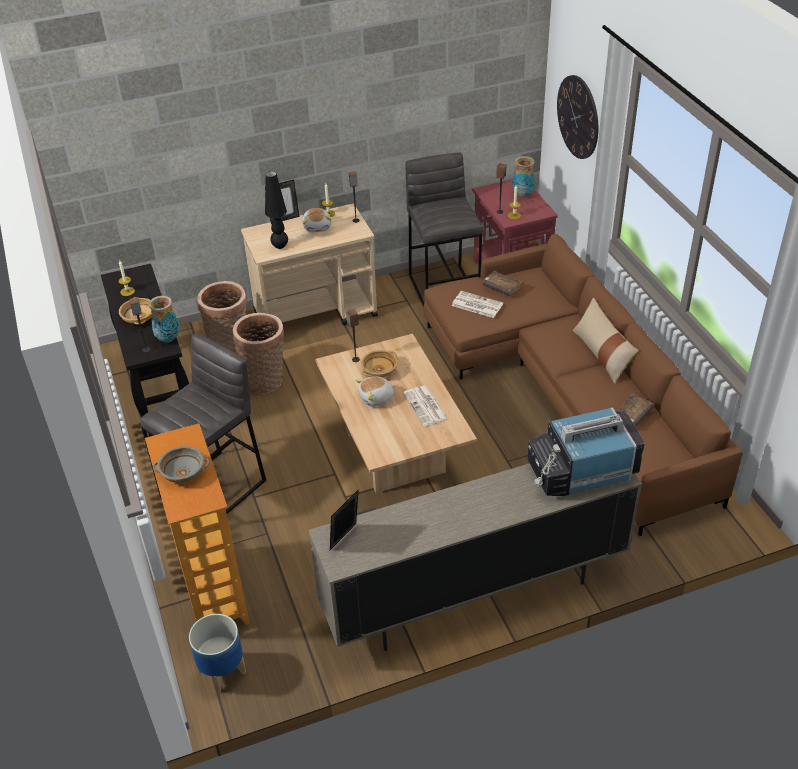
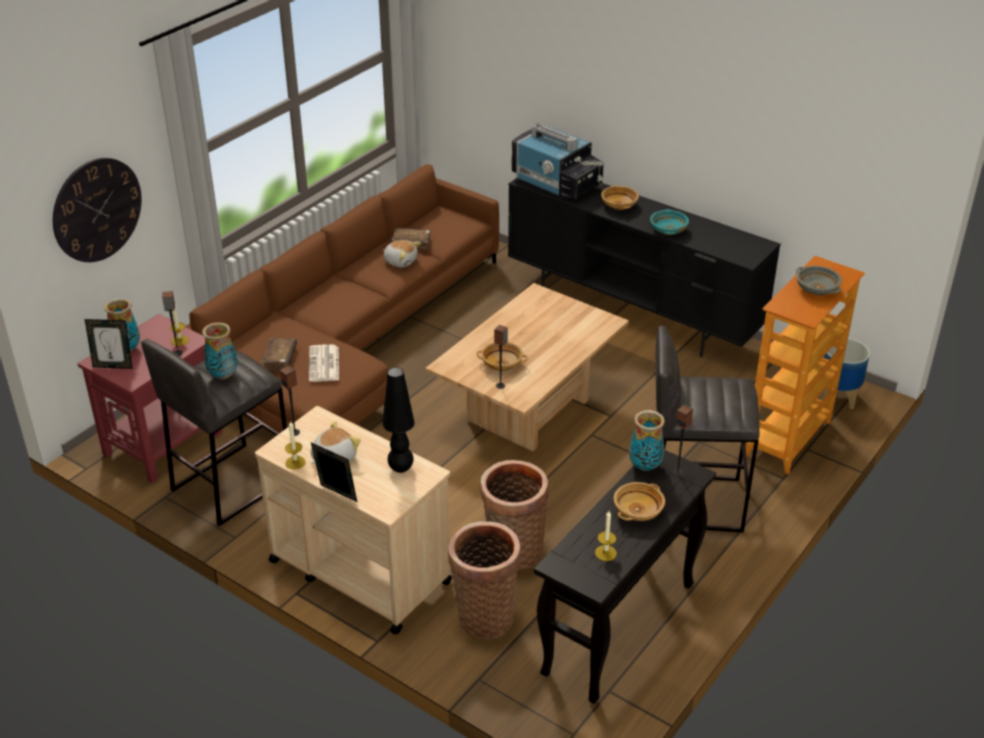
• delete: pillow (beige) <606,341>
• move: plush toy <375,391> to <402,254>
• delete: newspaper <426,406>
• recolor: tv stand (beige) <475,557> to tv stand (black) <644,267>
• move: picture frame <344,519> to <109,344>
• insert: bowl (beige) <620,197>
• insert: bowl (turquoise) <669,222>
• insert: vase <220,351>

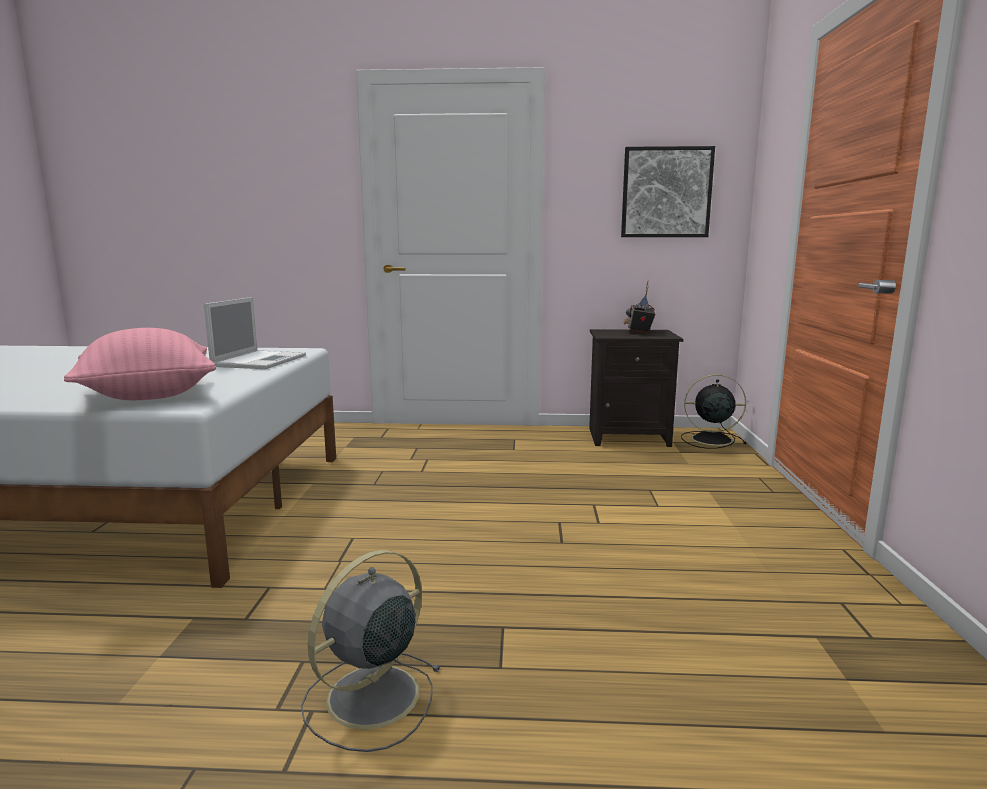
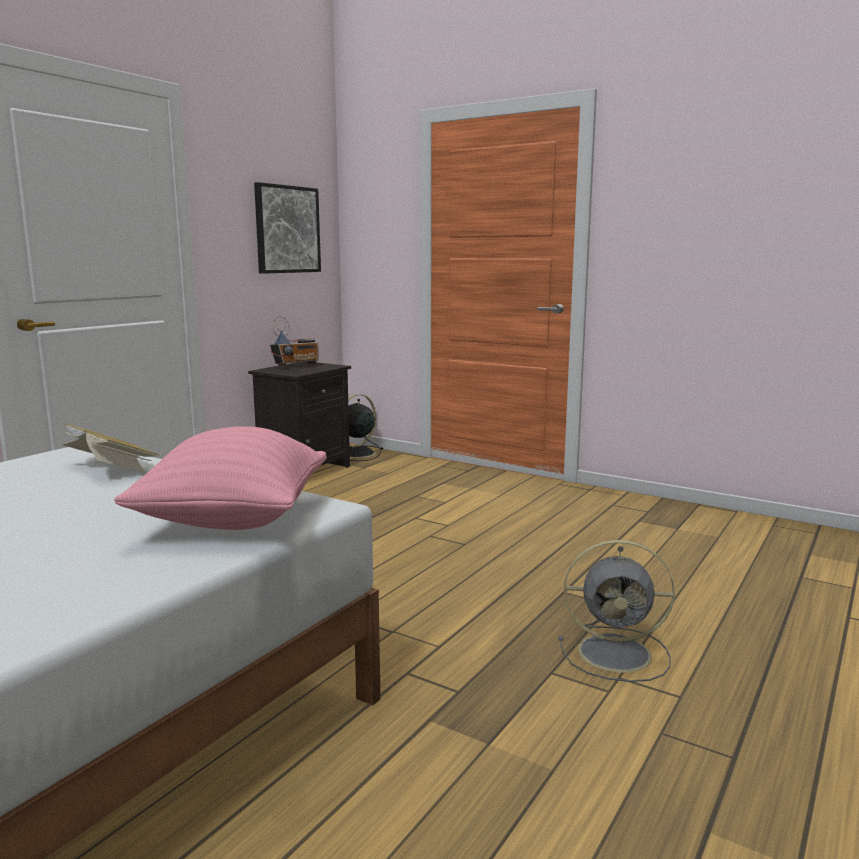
• rotate: radio <640,307> = <294,341> 75 degrees counterclockwise
• replace: laptop <255,333> to book <111,448>
• rotate: fan (grey) <371,651> = <616,611> 60 degrees counterclockwise

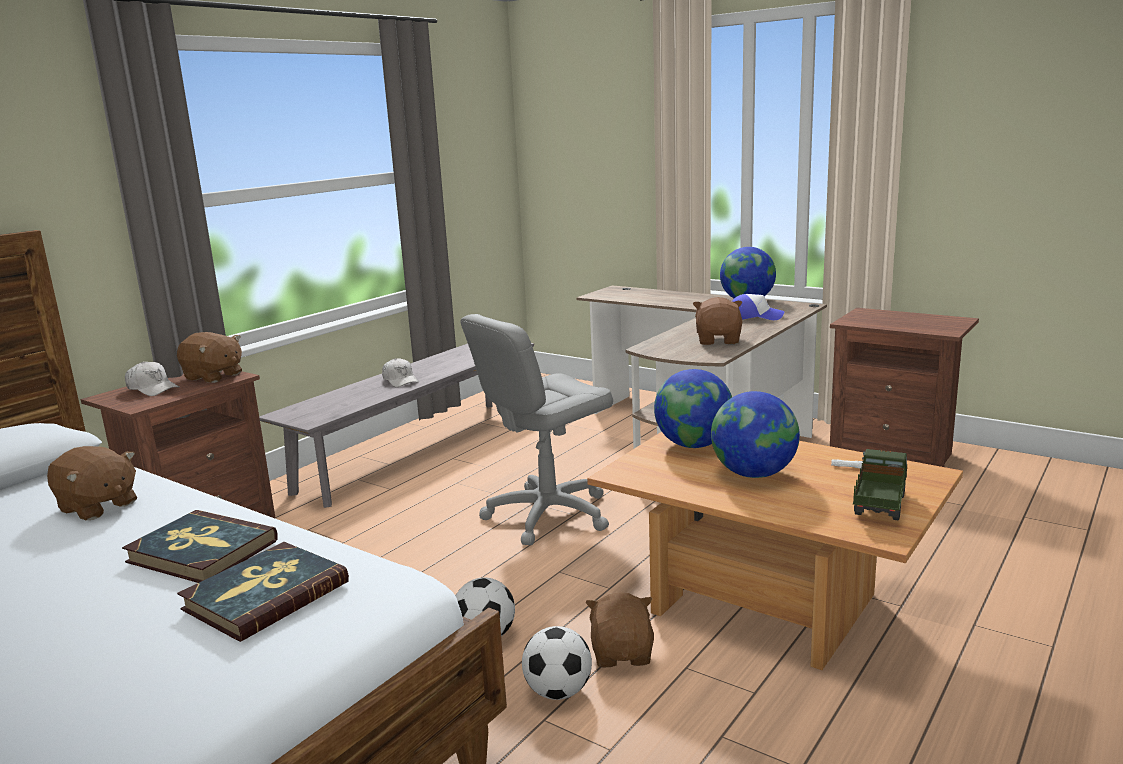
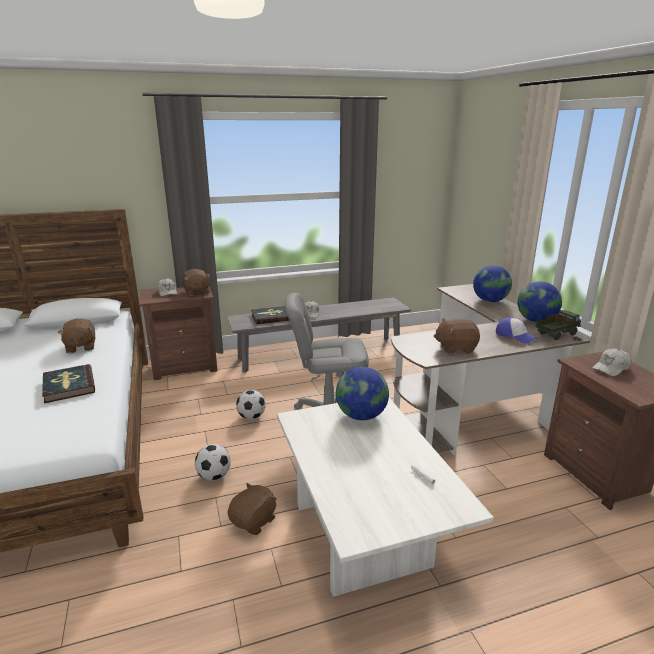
• rotate: plush toy (brown) <717,321> = <457,335> 135 degrees counterclockwise
• move: globe <755,434> to <492,283>
• recolor: coffee table (brown) <775,551> to coffee table (white) <385,497>
• move: toy truck <880,484> to <558,325>
• move: book <263,592> to <270,315>
• move: football <557,663> to <251,404>
• insert: cap (white) <611,362>

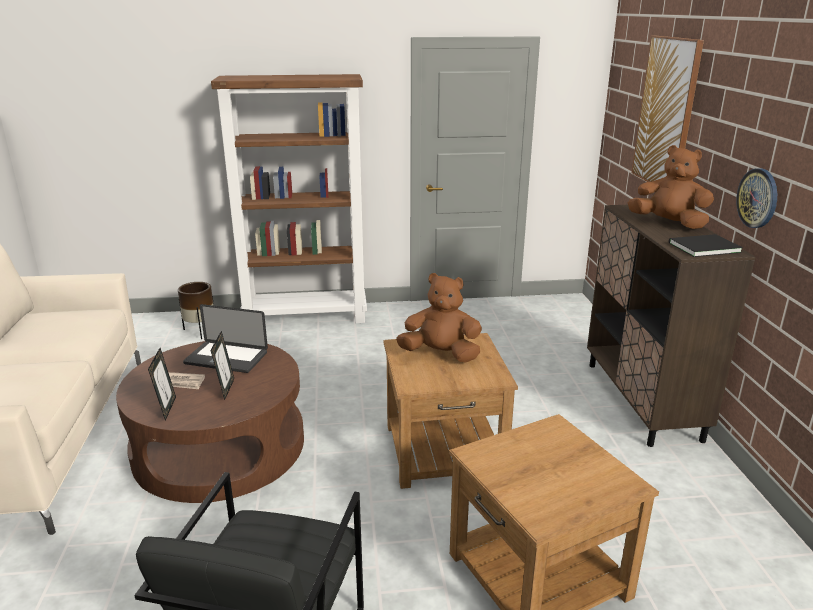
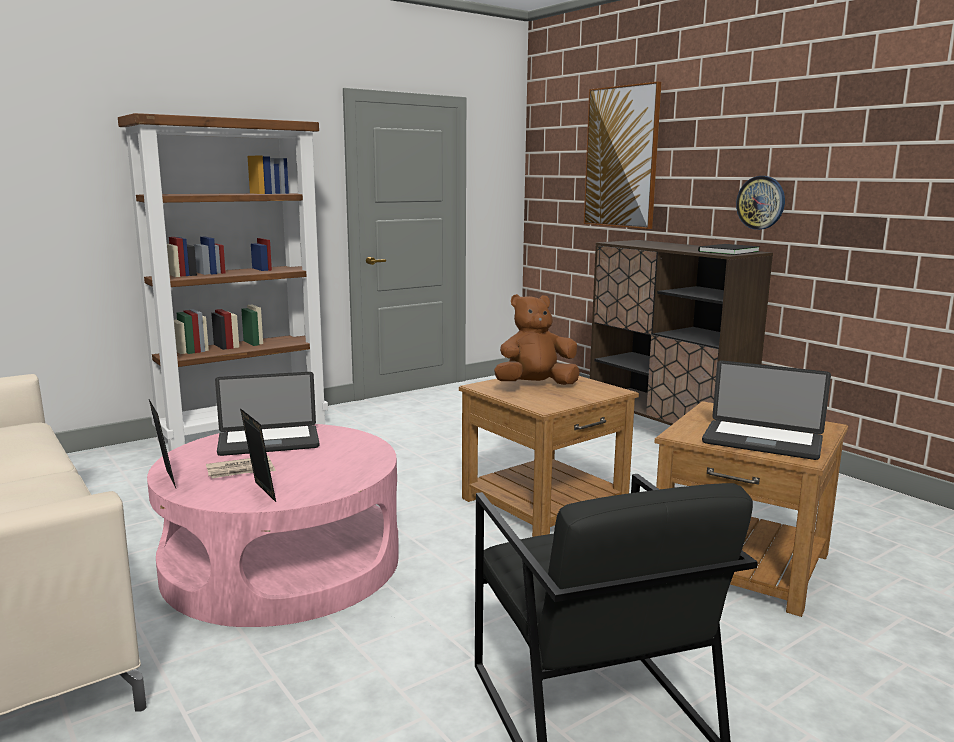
• delete: plush toy (brown) <671,187>
• delete: planter (brown) <196,310>
• move: picture frame <222,365> to <162,444>
• recolor: coffee table (brown) <210,422> to coffee table (pink) <273,525>
• insert: laptop <766,410>

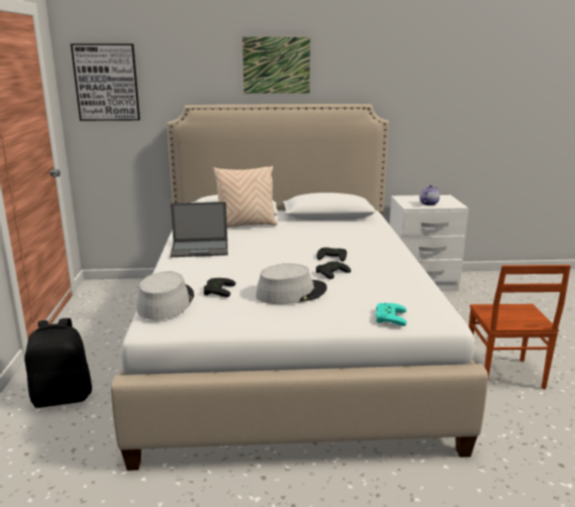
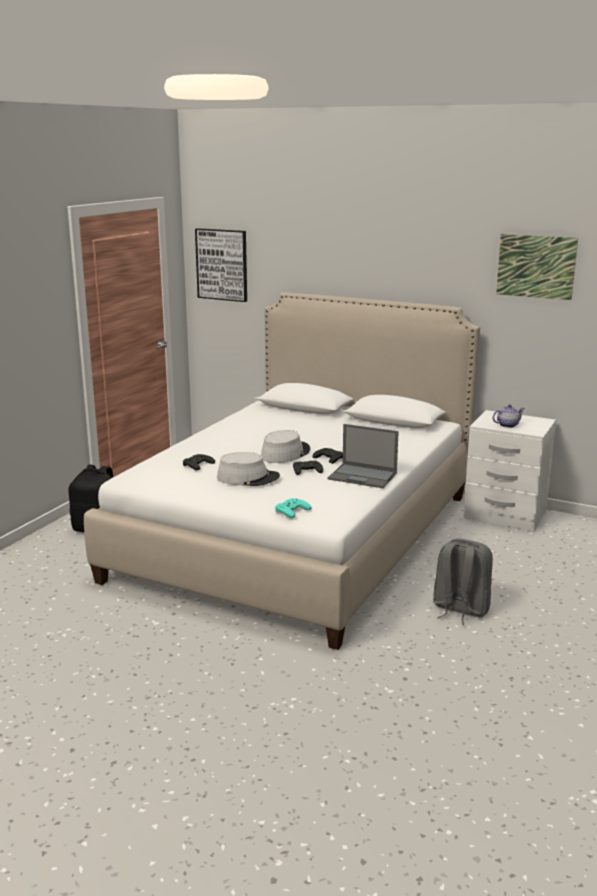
• move: picture <276,65> to <537,267>
• delete: pillow (beige) <245,197>
• move: laptop <199,229> to <363,456>
• replace: chair (brown) <520,327> to backpack (grey) <463,581>
• move: hat (grey) <165,295> to <285,446>

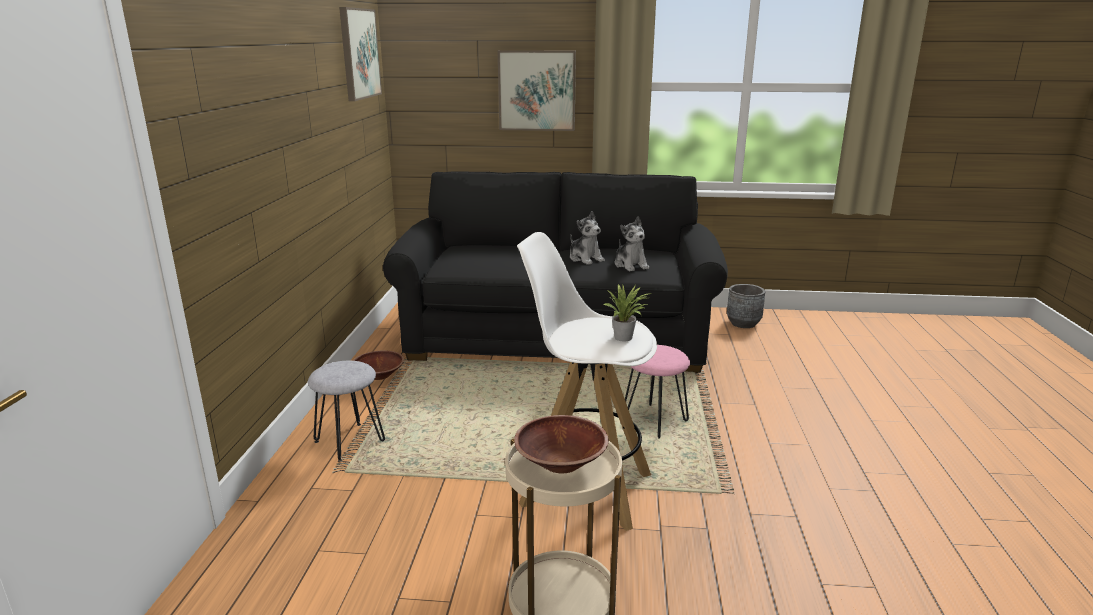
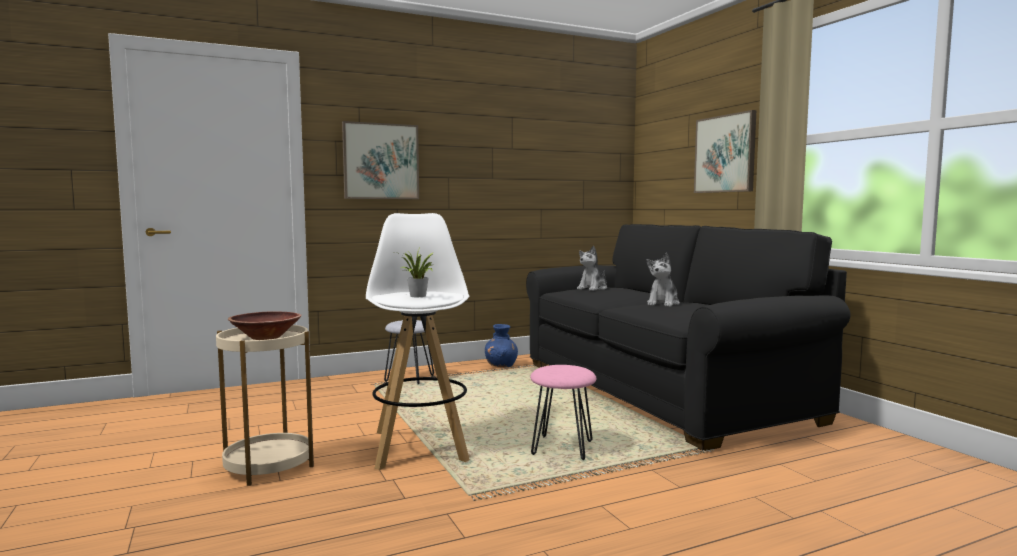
• move: picture <360,54> to <380,160>
• move: plush toy <632,244> to <592,268>
• delete: planter (grey) <746,306>
• replace: bowl (brown) <378,365> to vase (blue) <501,345>

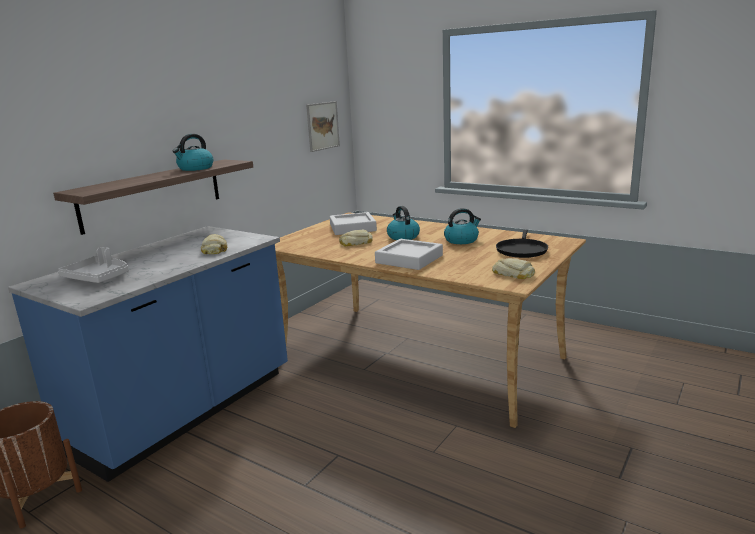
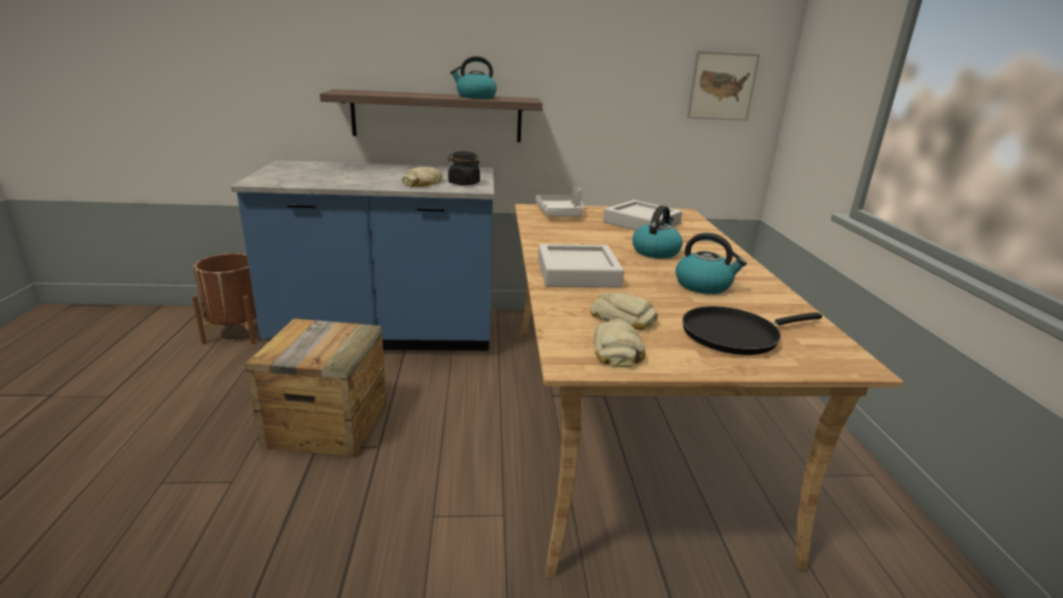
• move: bread <355,238> to <624,311>
• move: tray (grey) <93,265> to <559,202>
• insert: jar (black) <464,168>
• insert: crate <315,388>

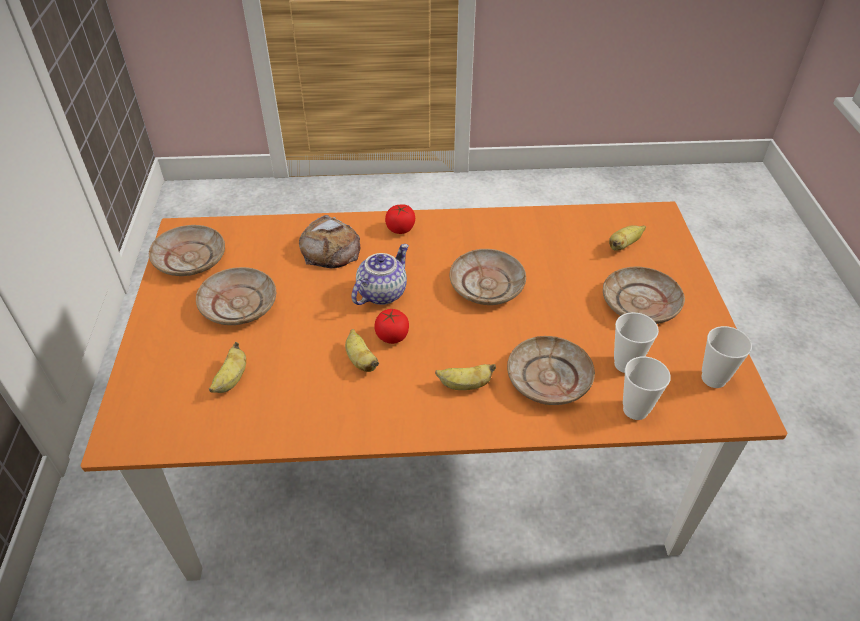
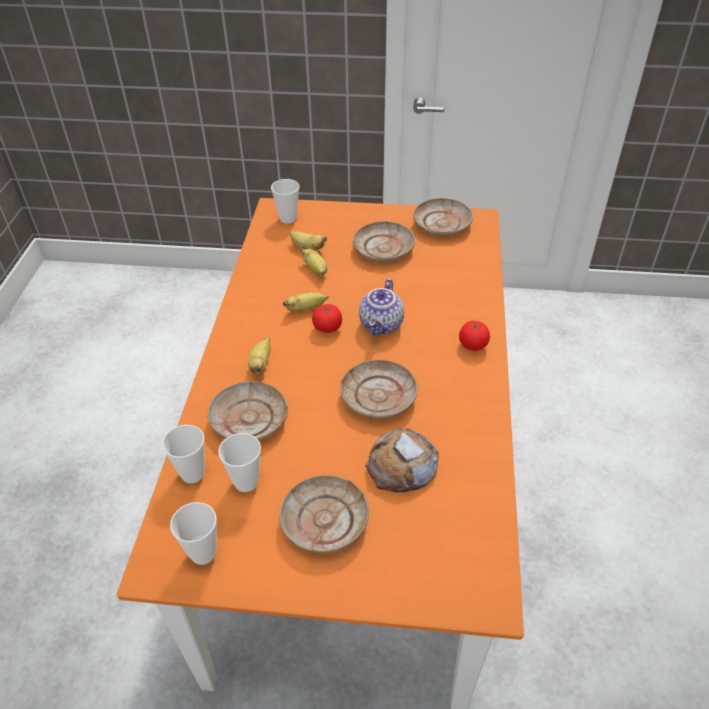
• move: bread <329,241> to <402,460>
• move: banana <627,238> to <313,261>
• rotate: teapot <380,274> = <381,307> 60 degrees clockwise
• insert: cup <285,201>

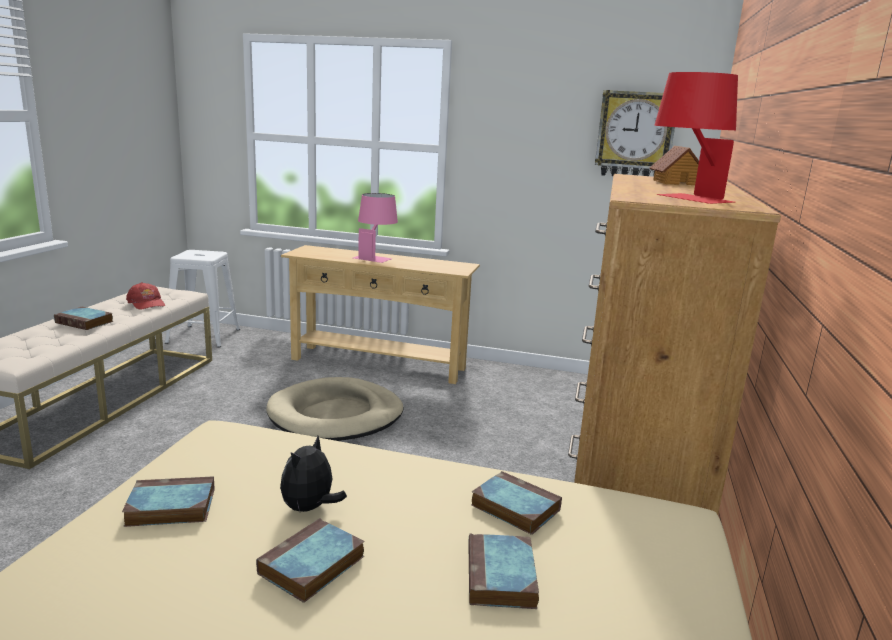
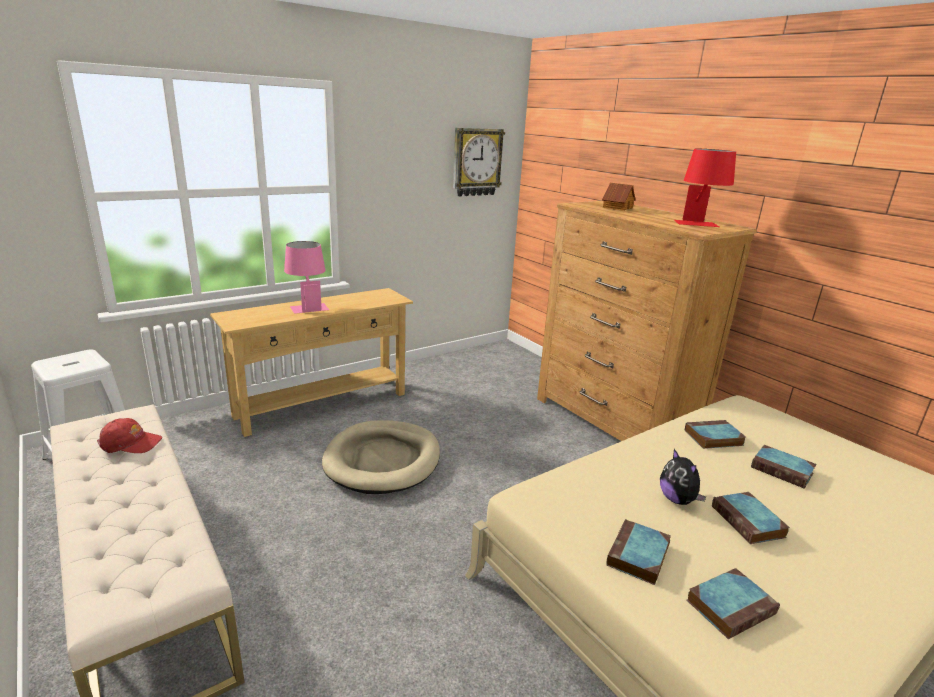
• move: book <83,318> to <733,603>

